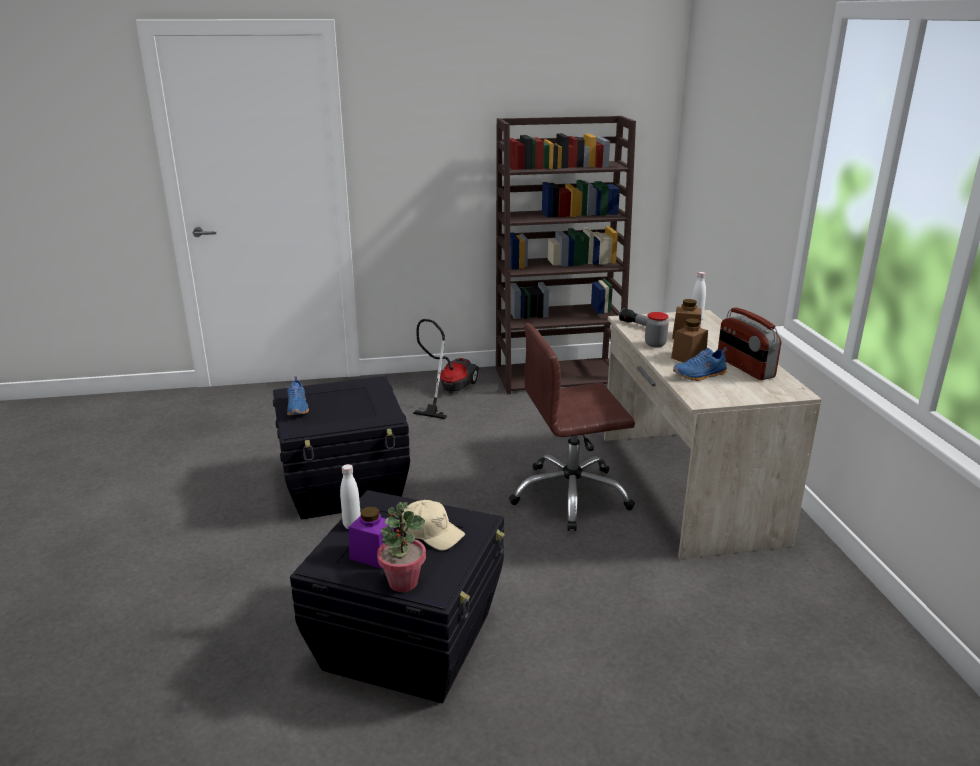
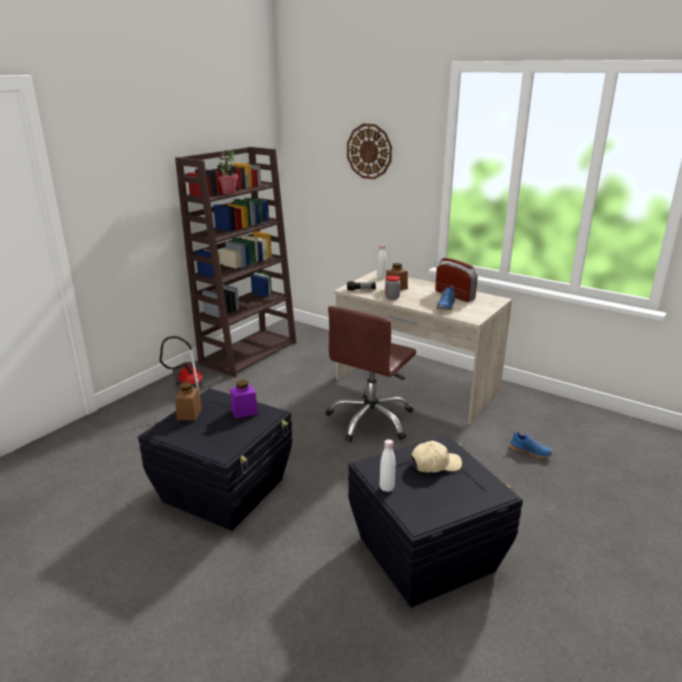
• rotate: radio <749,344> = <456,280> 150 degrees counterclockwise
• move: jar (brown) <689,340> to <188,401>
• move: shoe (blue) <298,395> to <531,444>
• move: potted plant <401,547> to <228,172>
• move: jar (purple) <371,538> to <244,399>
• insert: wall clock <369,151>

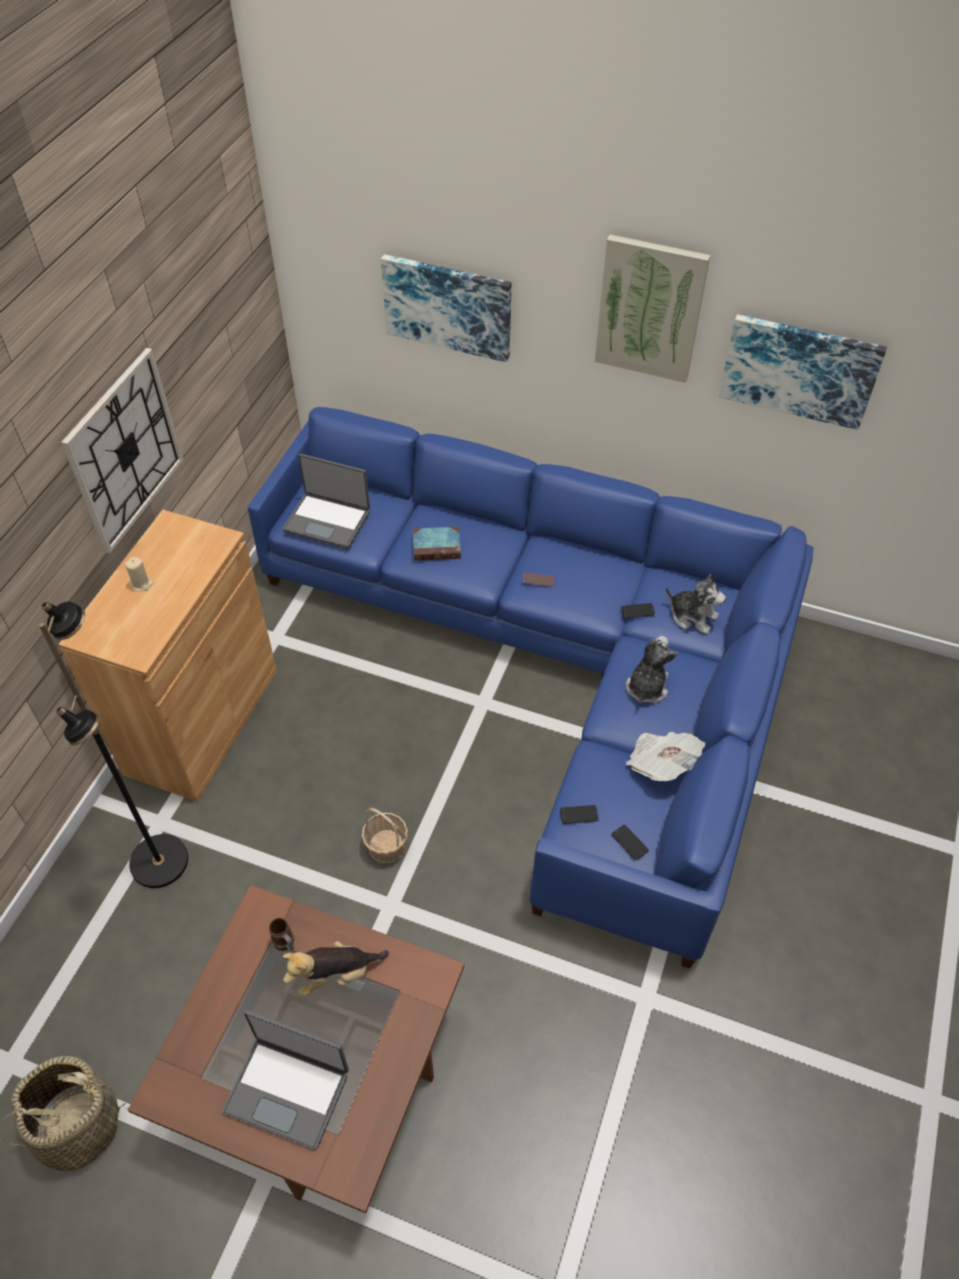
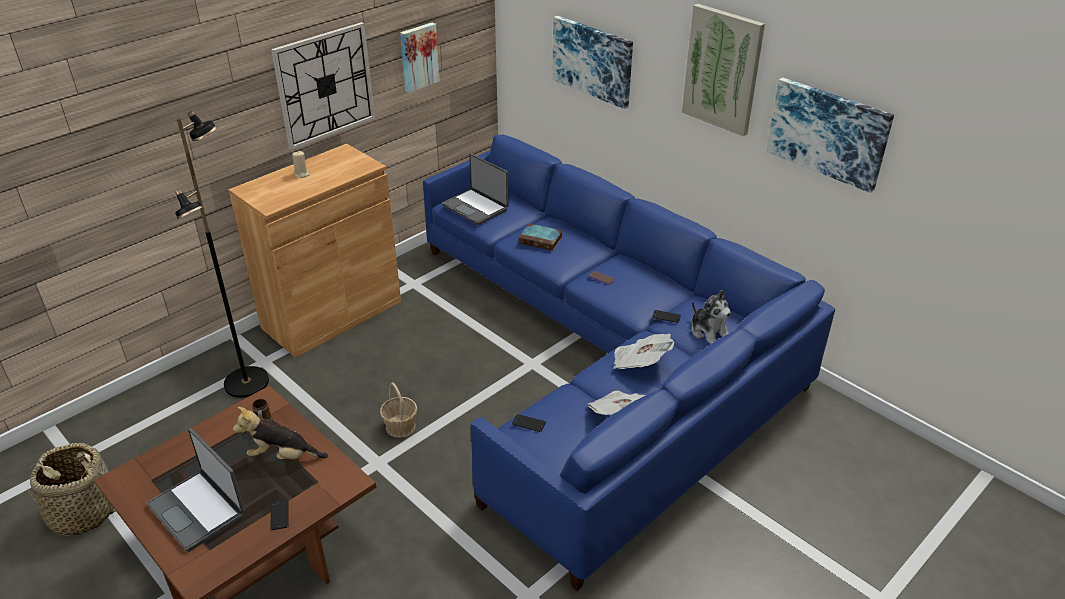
• replace: plush toy <652,669> to newspaper <643,351>
• move: phone <630,842> to <280,515>
• insert: picture <420,57>

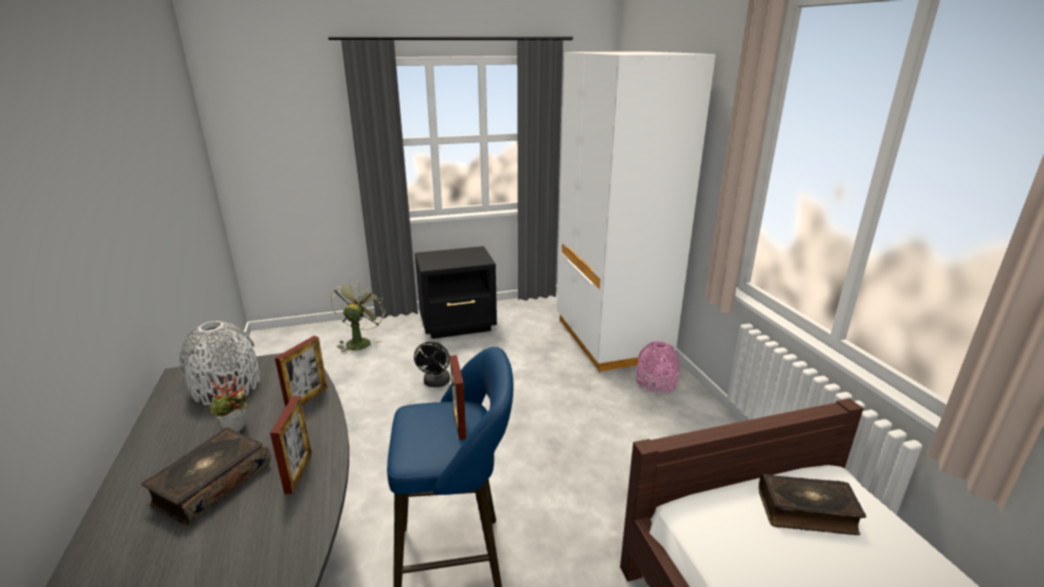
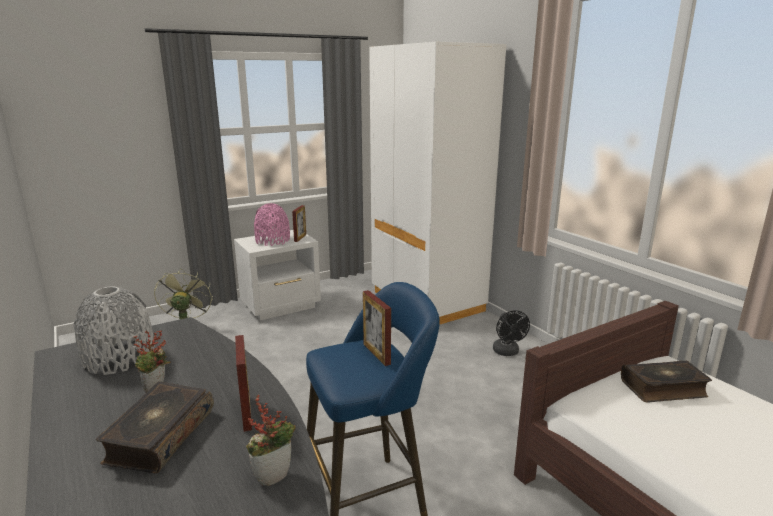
• recolor: nightstand (black) <456,292> to nightstand (white) <277,275>
• move: picture frame <301,371> to <299,223>
• move: vase (pink) <658,367> to <272,224>
• move: fan (black) <432,364> to <511,333>
• insert: potted plant <270,440>

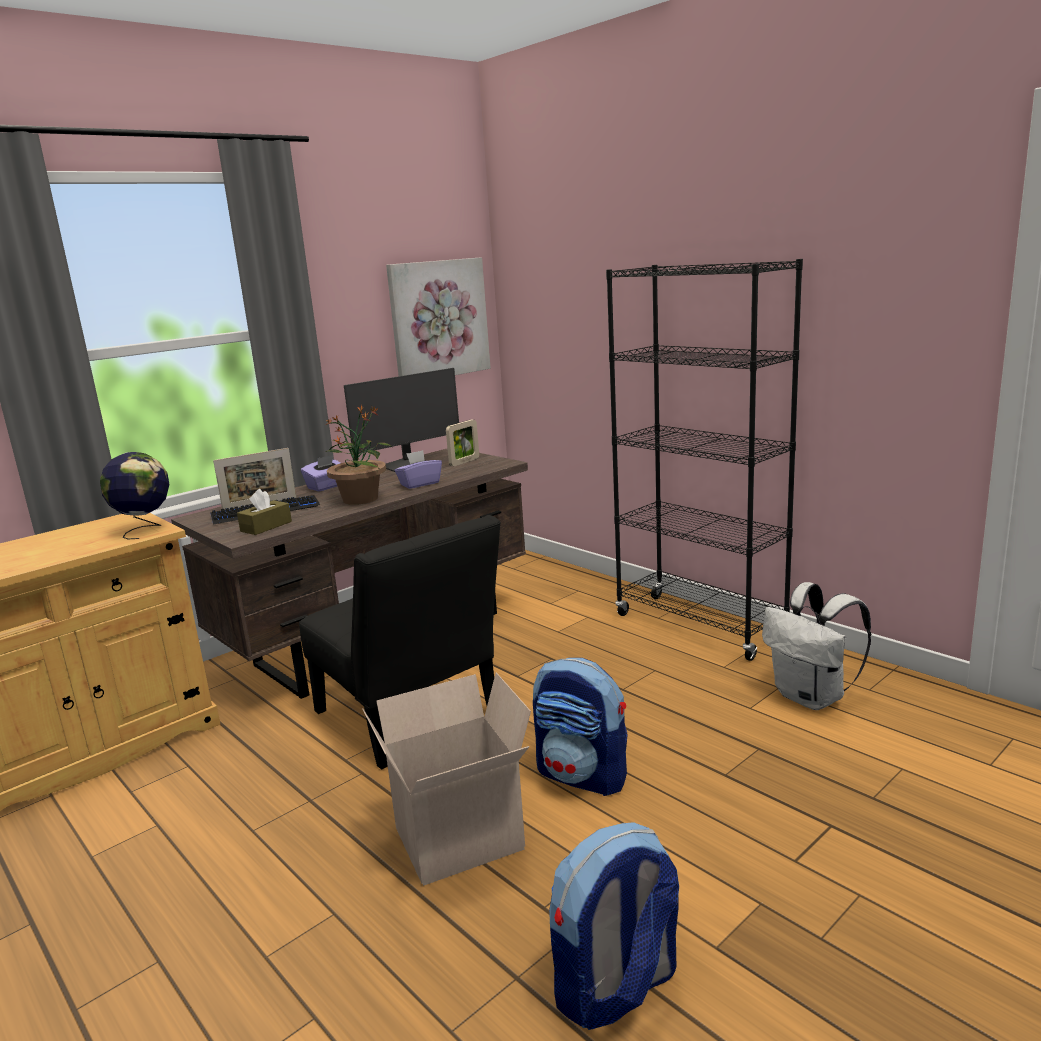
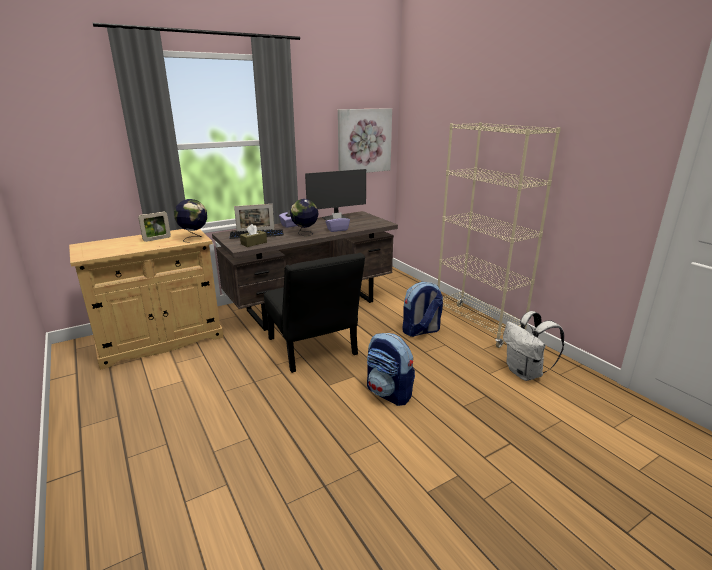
• recolor: bookcase (black) <704,460> to bookcase (beige) <499,235>
• replace: potted plant <358,455> to globe <304,217>
• move: picture frame <462,443> to <154,226>
• delete: cardboard box <446,779>
• move: backpack <614,926> to <423,309>

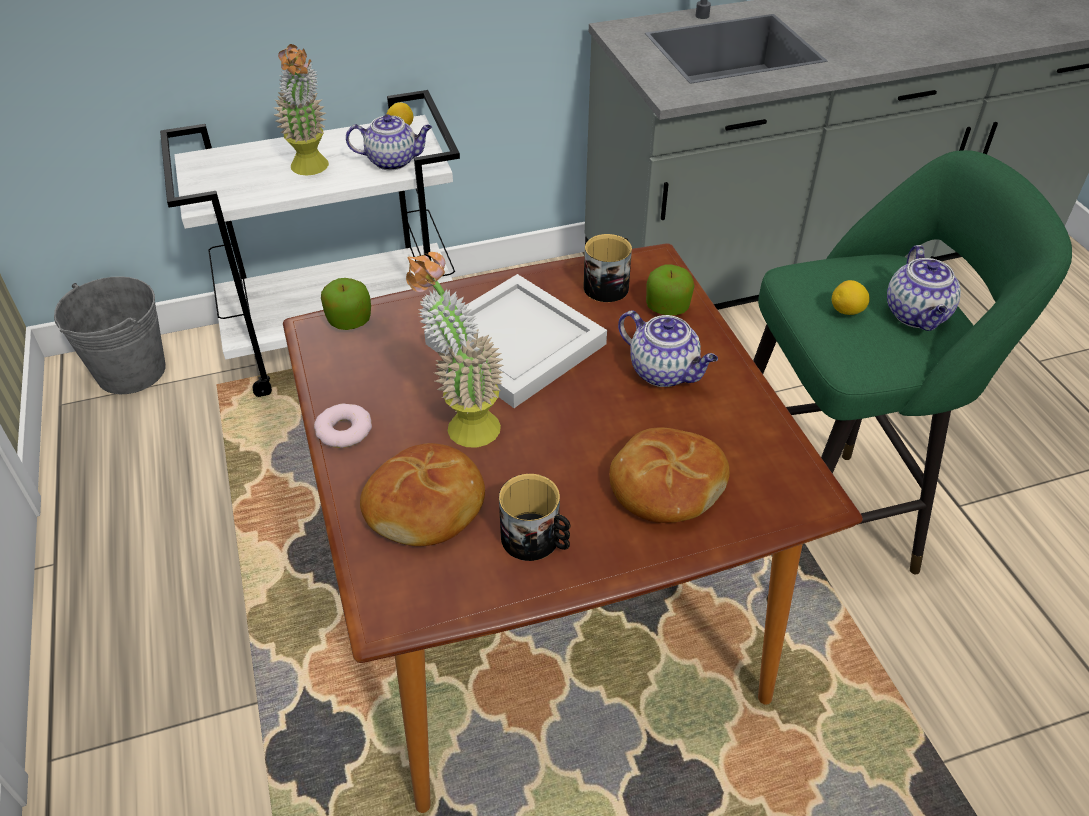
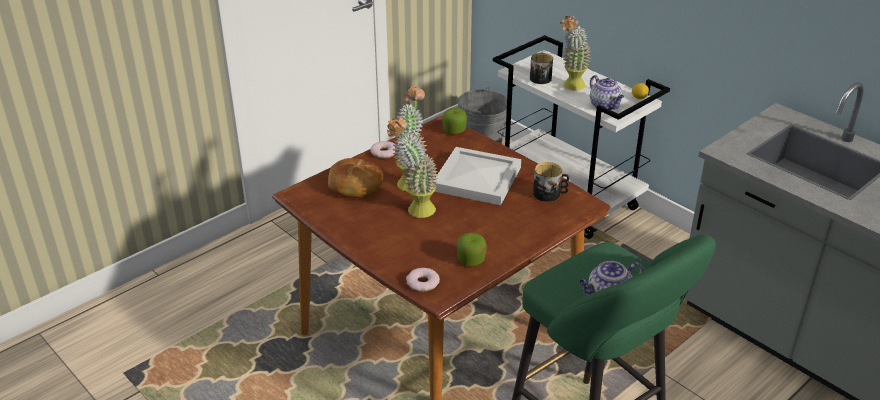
• move: apple <670,290> to <472,249>
• delete: lemon <851,297>
• delete: teapot <668,349>
• delete: bread <669,475>
• move: mug <534,517> to <541,68>
• insert: potted plant <412,167>
• insert: donut <423,280>

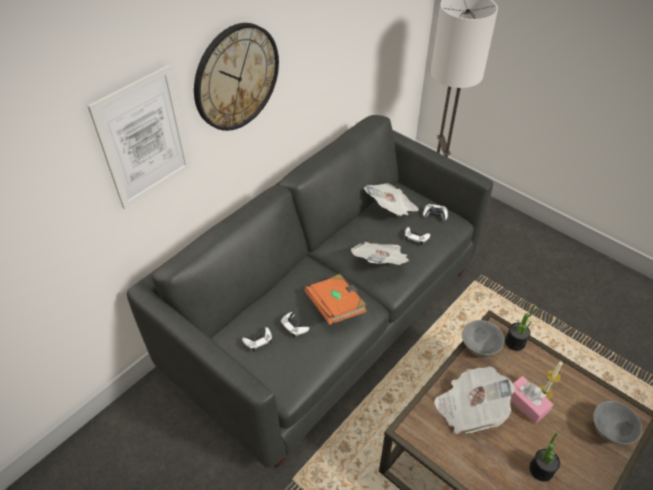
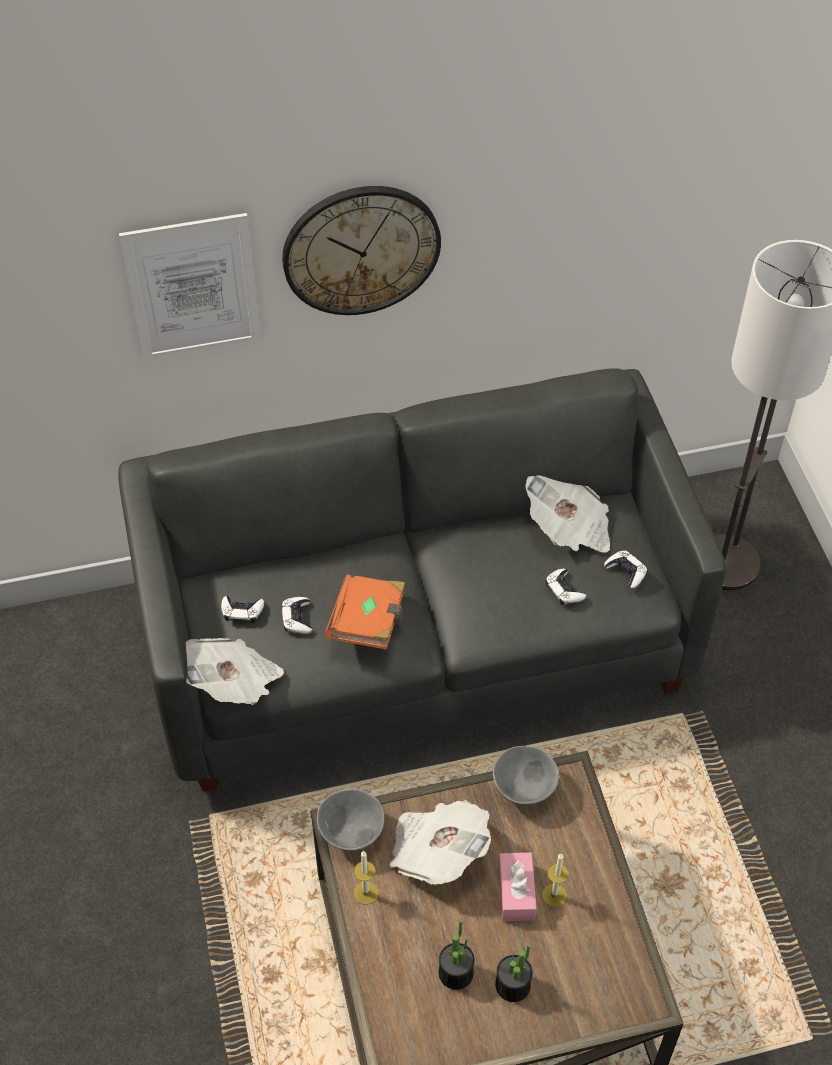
• move: newspaper <380,253> to <235,671>
• move: potted plant <520,327> to <514,973>
• move: bowl (grey) <617,423> to <350,820>
• insert: candle <366,878>

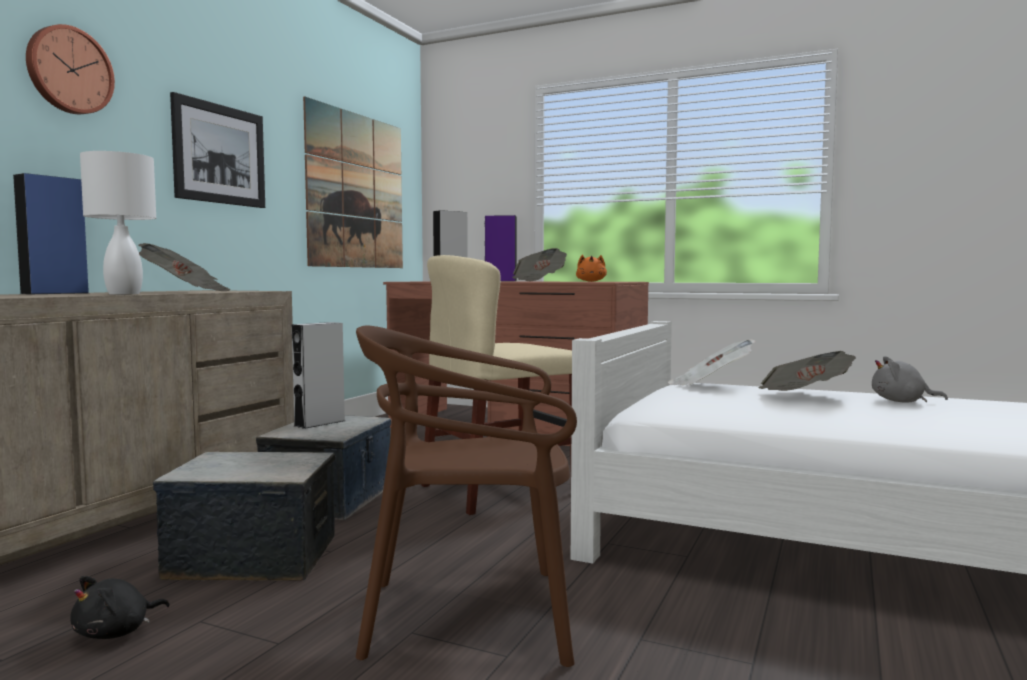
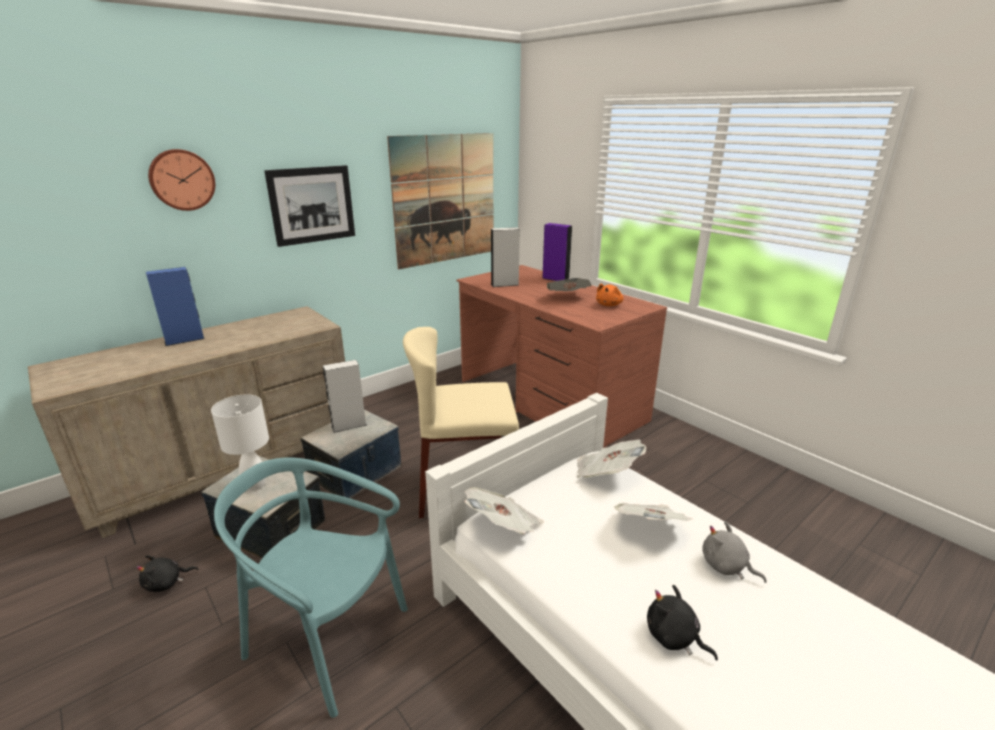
• move: table lamp (white) <118,222> to <240,442>
• move: newspaper <184,267> to <504,510>
• recolor: chair (brown) <466,496> to chair (turquoise) <311,588>
• insert: plush toy (black) <682,622>

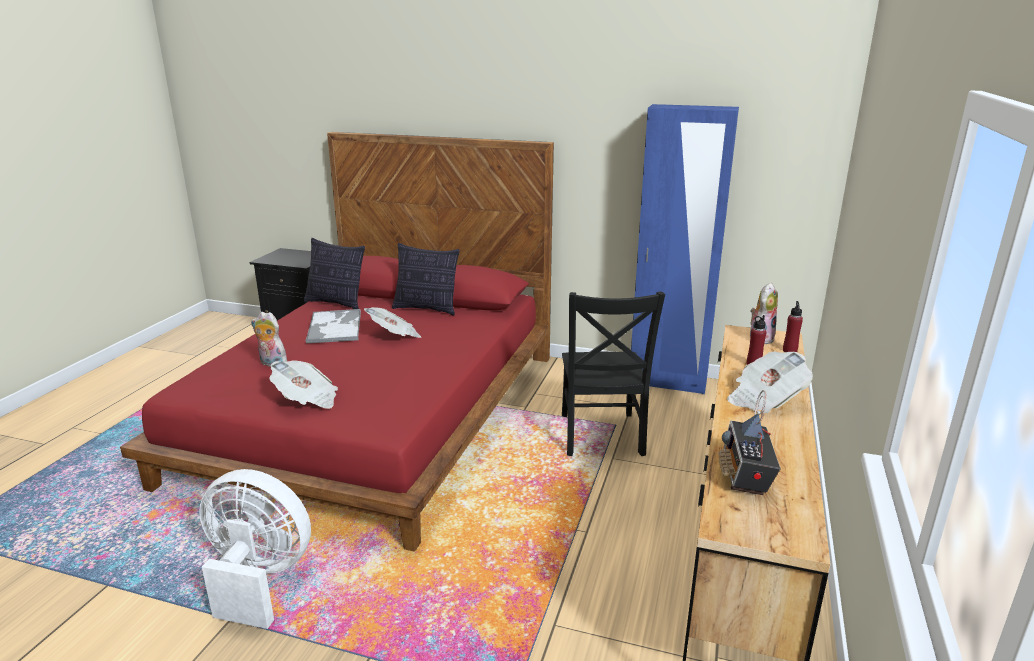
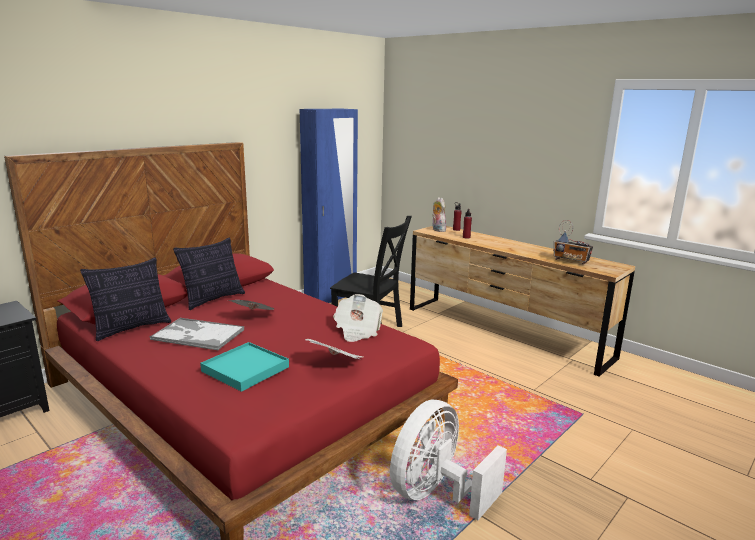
• replace: plush toy <269,339> to tray (turquoise) <244,367>
• move: newspaper <770,382> to <358,318>

